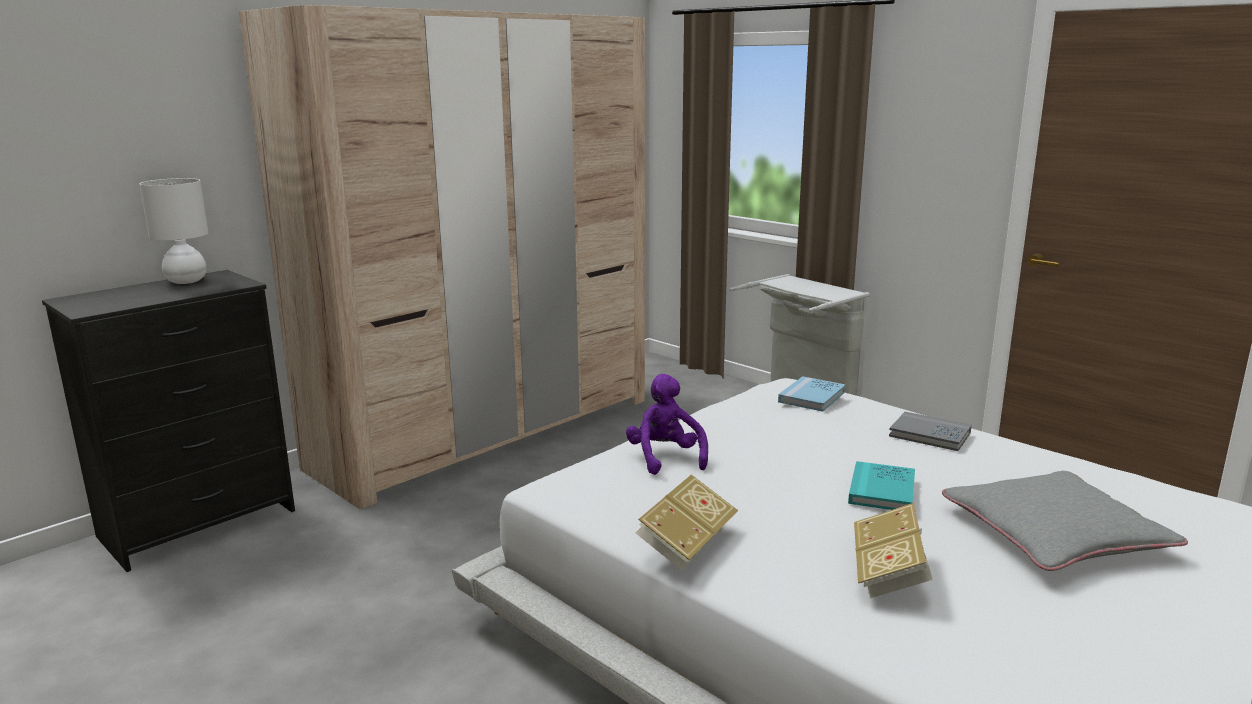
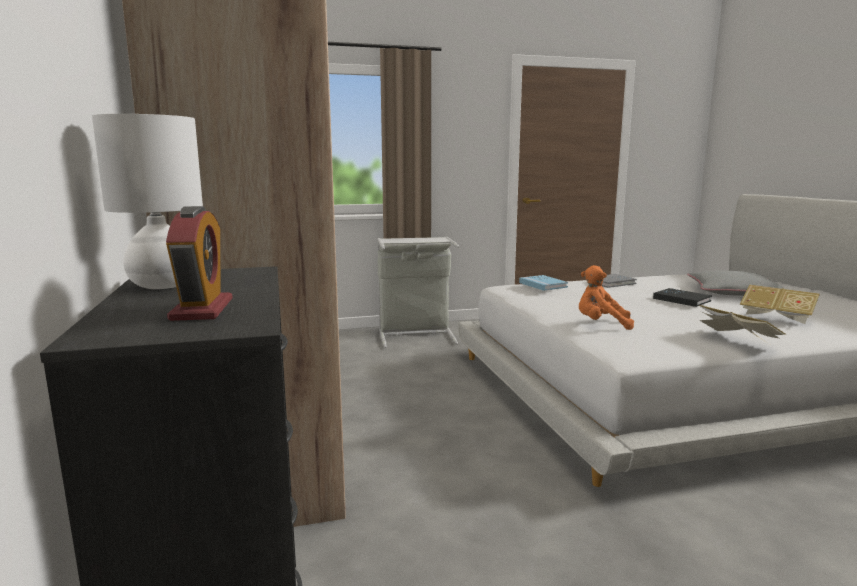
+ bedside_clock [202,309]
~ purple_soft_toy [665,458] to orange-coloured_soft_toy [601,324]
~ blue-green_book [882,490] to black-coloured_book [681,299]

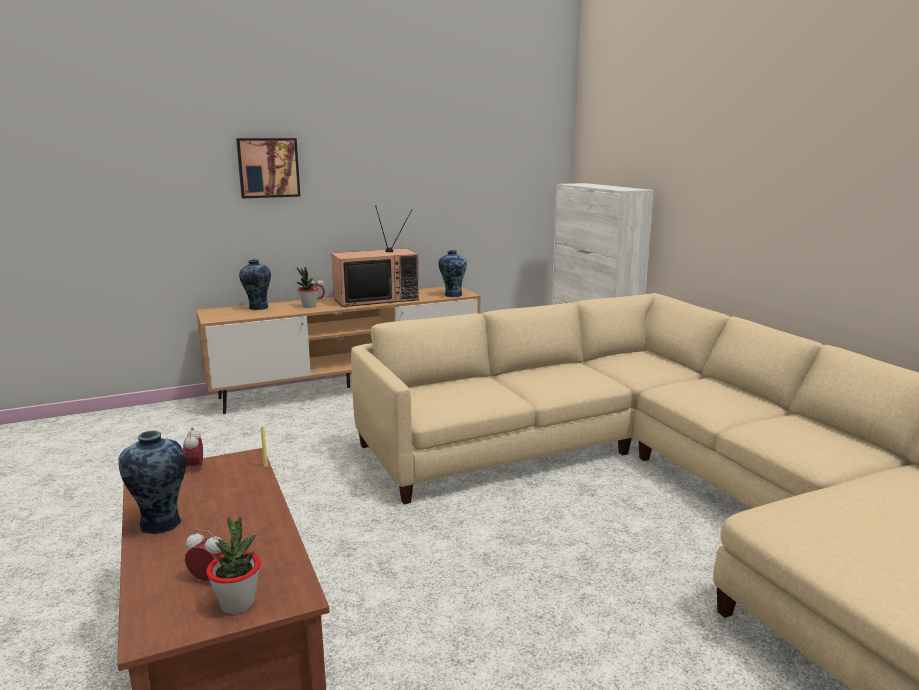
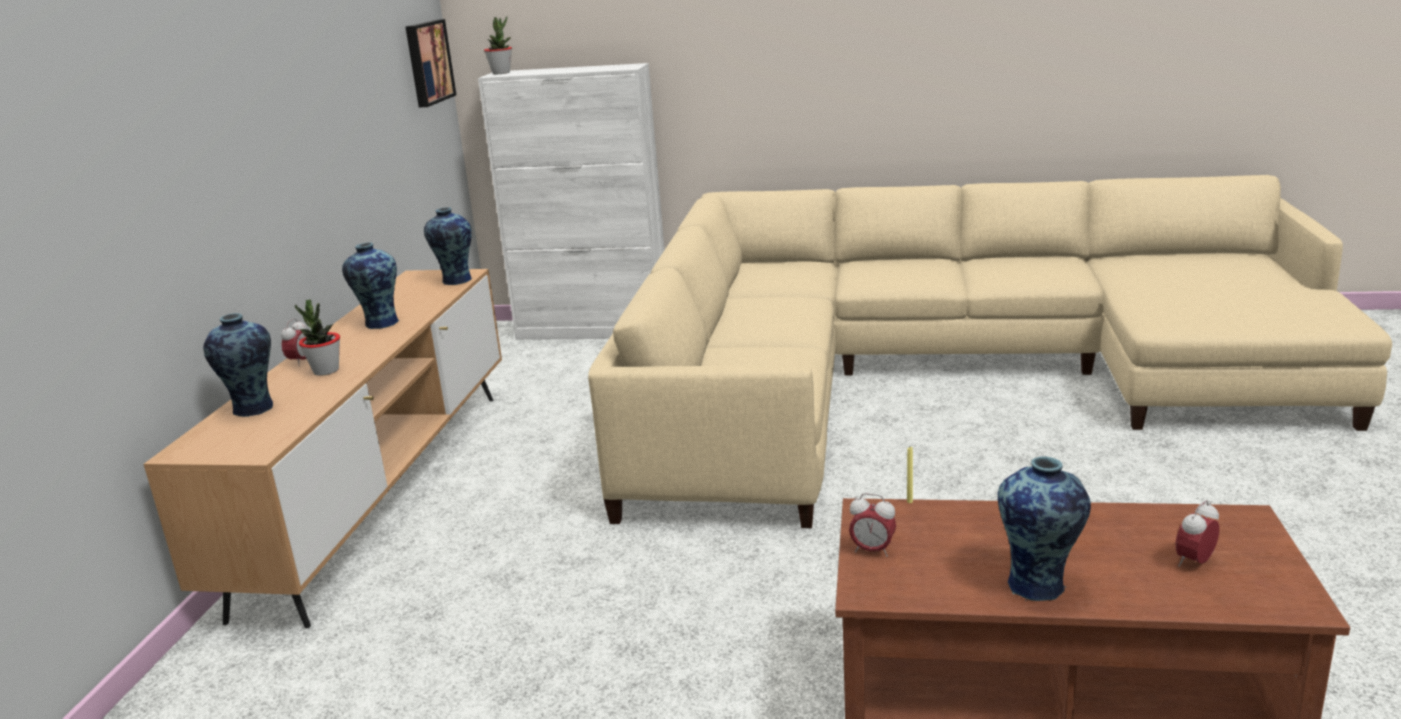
~ television [377,299] to vase [380,323]
~ wall_picture [268,167] to [427,62]
~ houseplant [238,604] to [501,73]

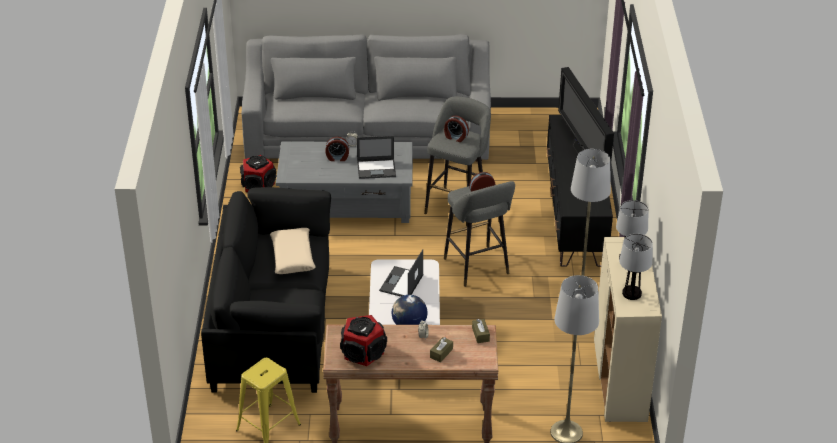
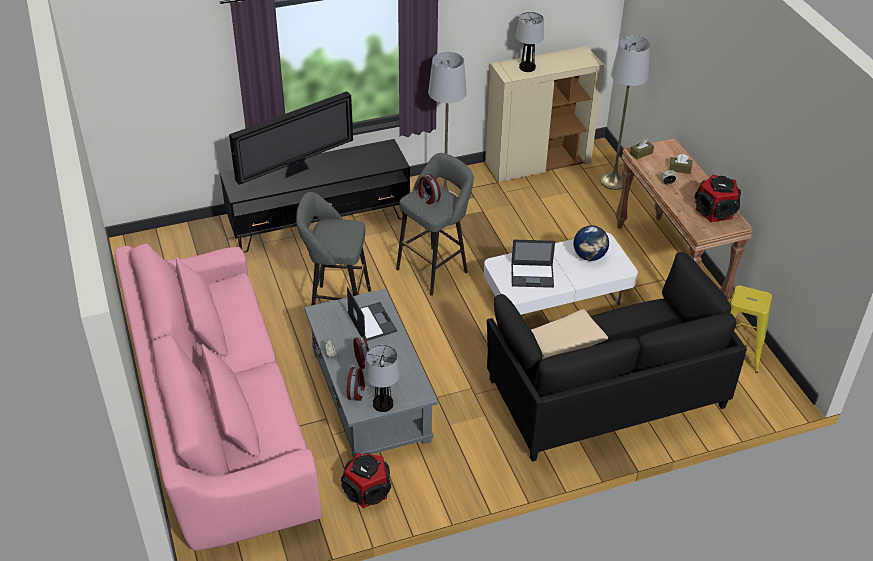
~ grey_couch [368,135] to pink_couch [219,415]
~ bedside_clock [455,137] to [356,392]
~ lamp_for_a_table [632,293] to [382,404]

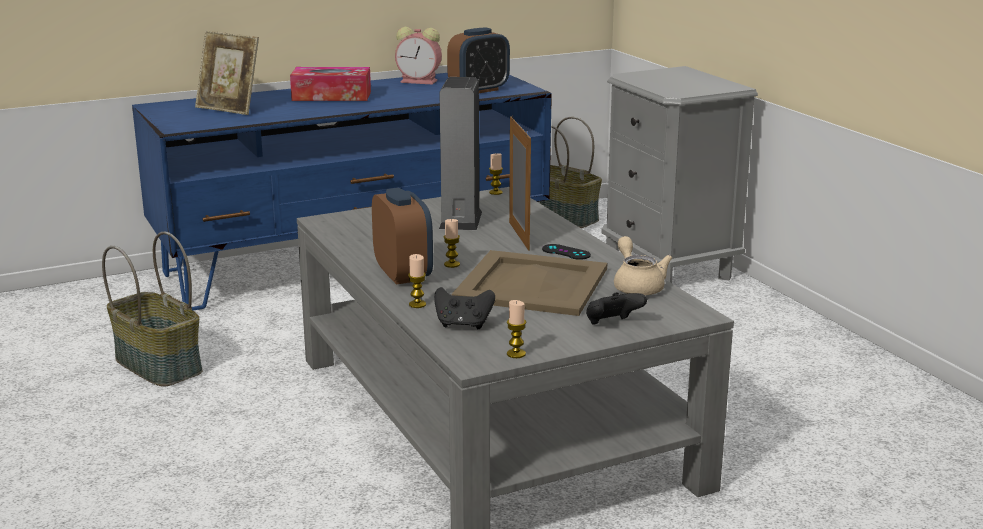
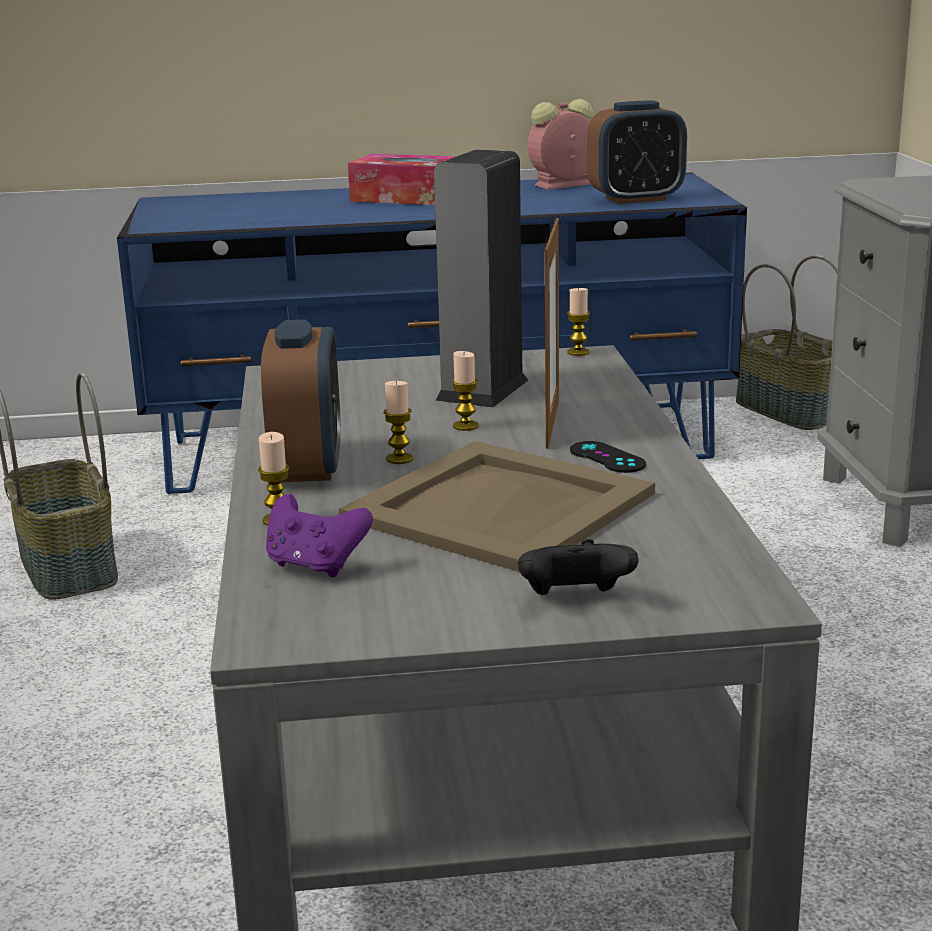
~ black-coloured_gamepad [463,325] to purple_gamepad [315,565]
~ wax_candle [516,354] to [465,426]
~ bedside_clock [420,81] = [561,185] 120 degrees clockwise
- picture_frame [229,109]
- beige-coloured_pot_for_tea [637,286]

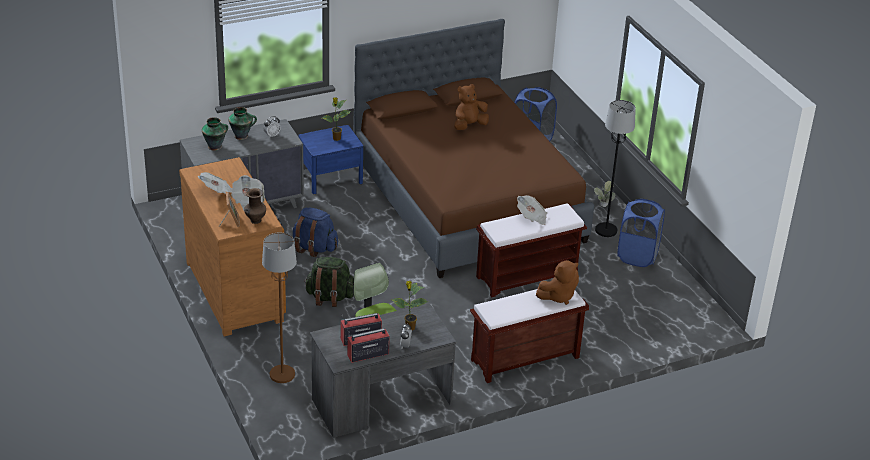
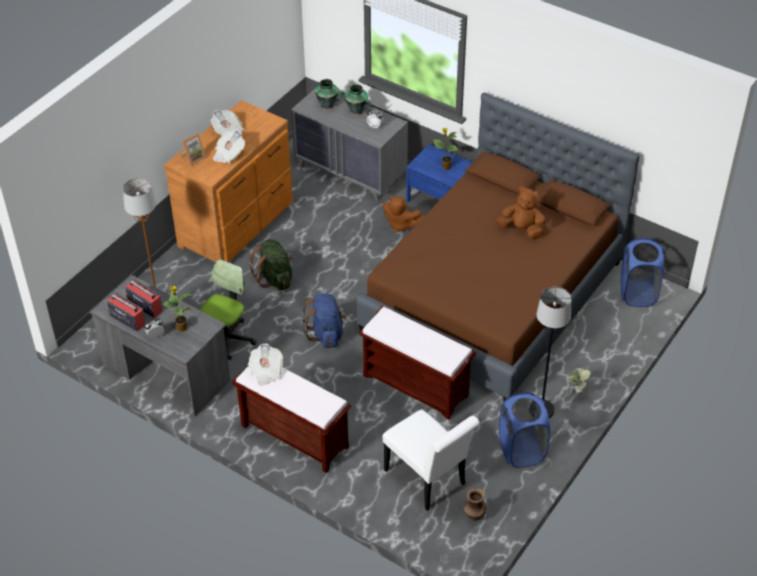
~ daily_paper [531,217] to [266,371]
~ bluish_rucksack [314,248] to [326,334]
~ brownish_soft_toy [558,296] to [401,225]
+ white-coloured_chair [428,480]
~ brownish_vase [255,221] to [473,516]

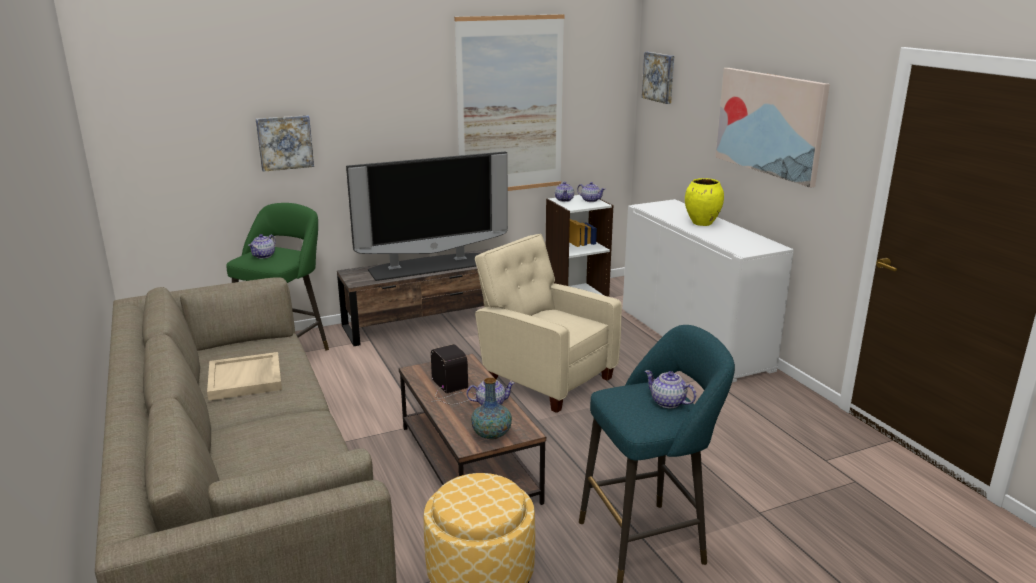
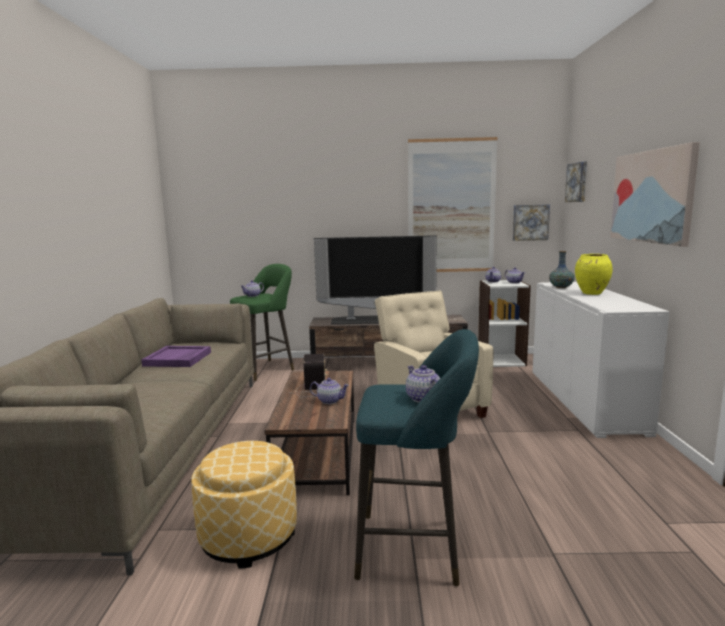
~ beige-coloured_carrying_tray [246,379] to purple_carrying_tray [178,359]
~ wall_picture [284,142] to [530,222]
~ vase [491,435] to [561,287]

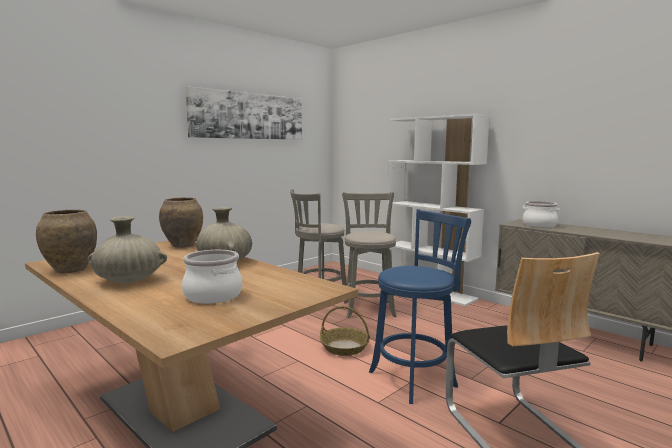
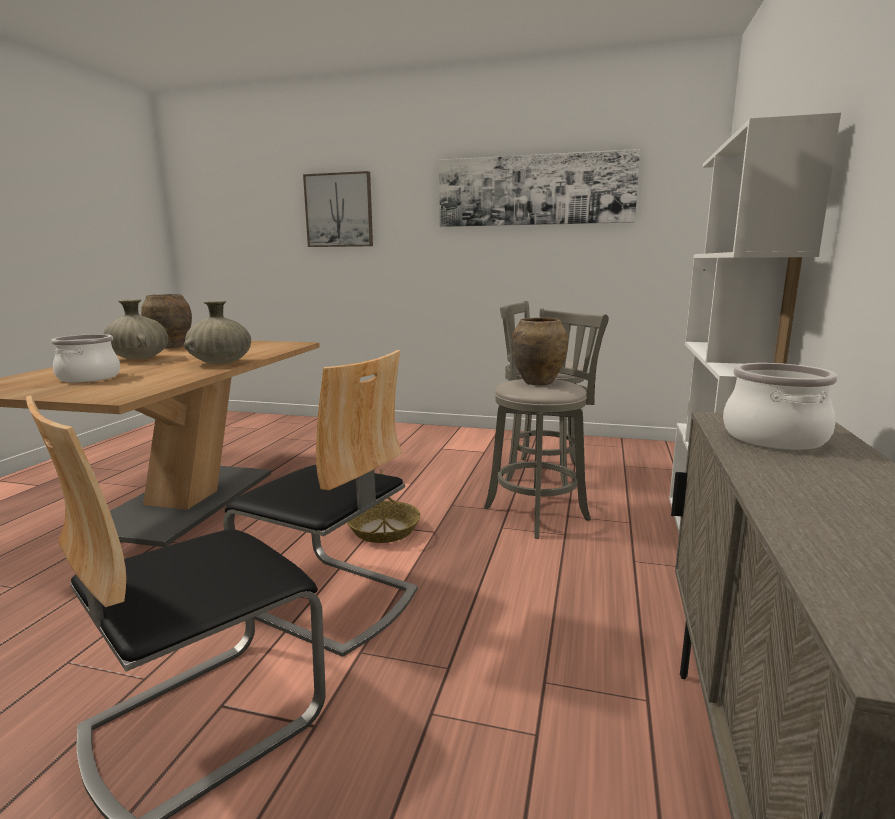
~ bluish_stool_seat [416,378] to chair [329,600]
+ wall_picture [339,210]
~ brownish_vase [183,245] to [538,383]

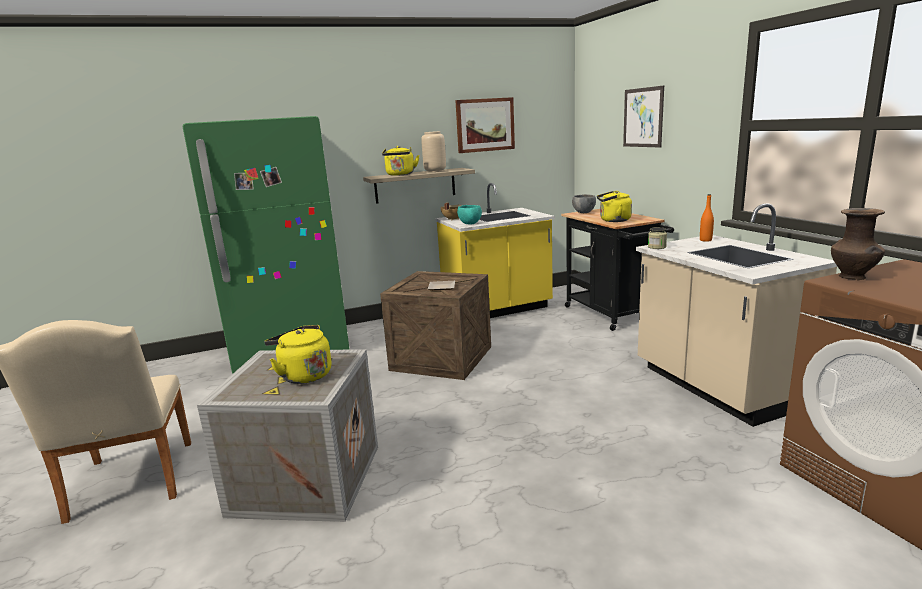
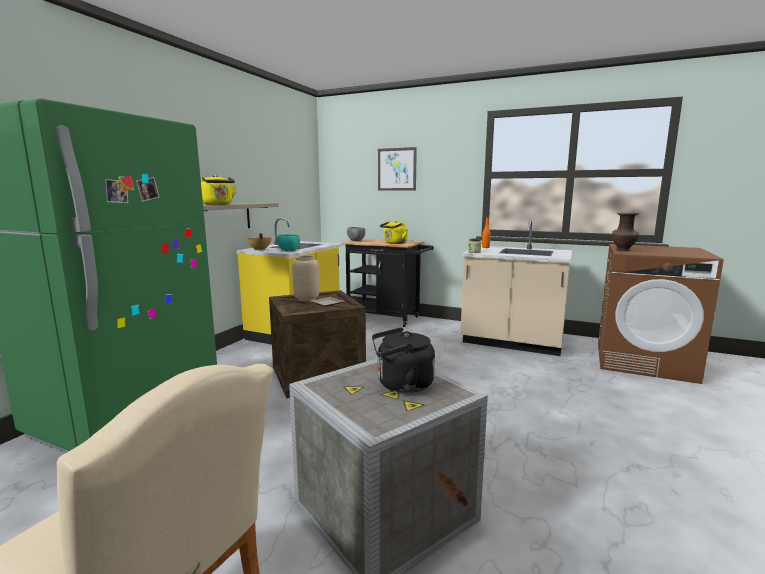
~ beige-coloured_vase [435,171] to [306,299]
~ yellow-coloured_kettle [303,375] to black-coloured_kettle [401,385]
- wall_picture [485,125]

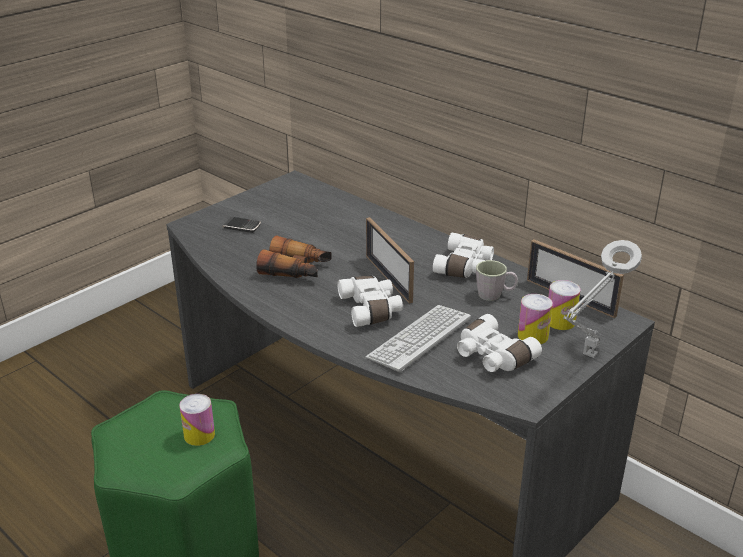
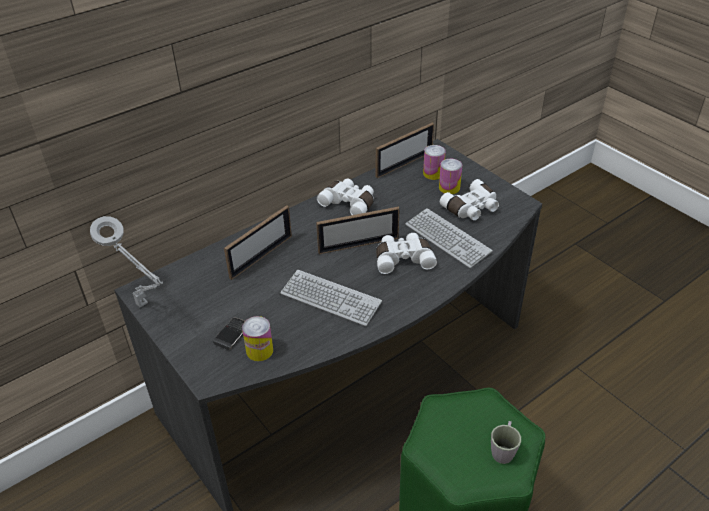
~ grey_lamp_for_a_table [588,357] to [144,306]
+ picture_frame [261,256]
~ can [199,435] to [259,351]
~ binoculars [296,270] to computer_keyboard [330,299]
~ grey_mug [495,295] to [503,450]

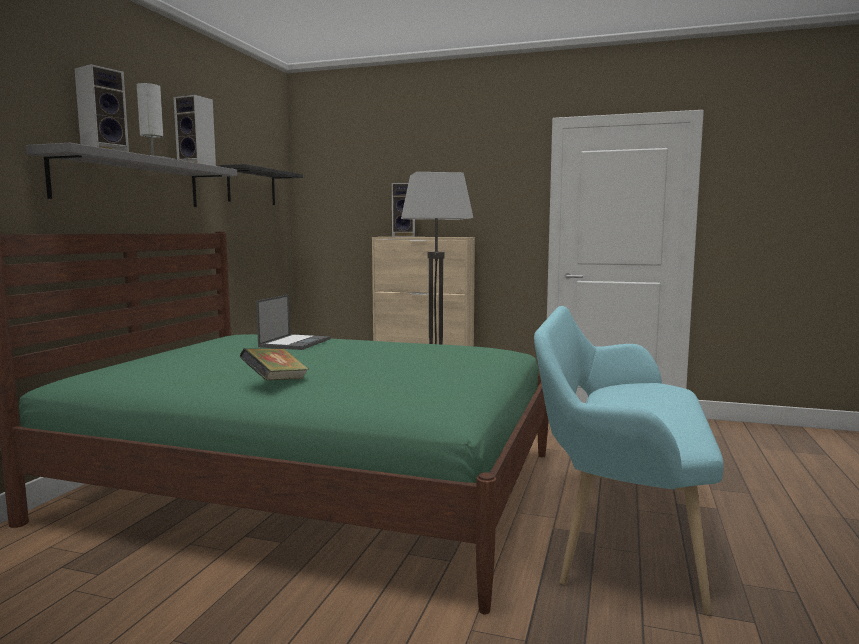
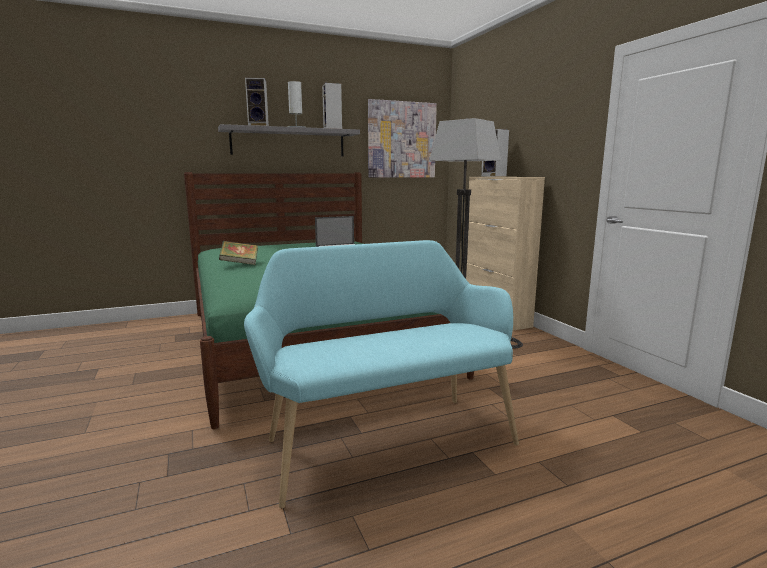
~ black-coloured_shelf [251,186] to wall_picture [401,140]

